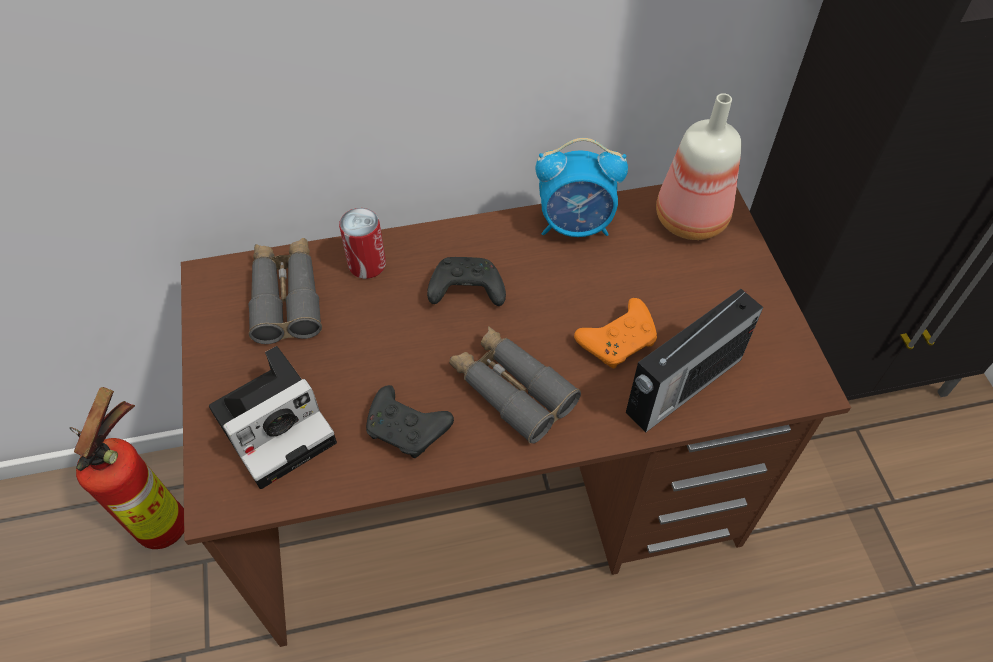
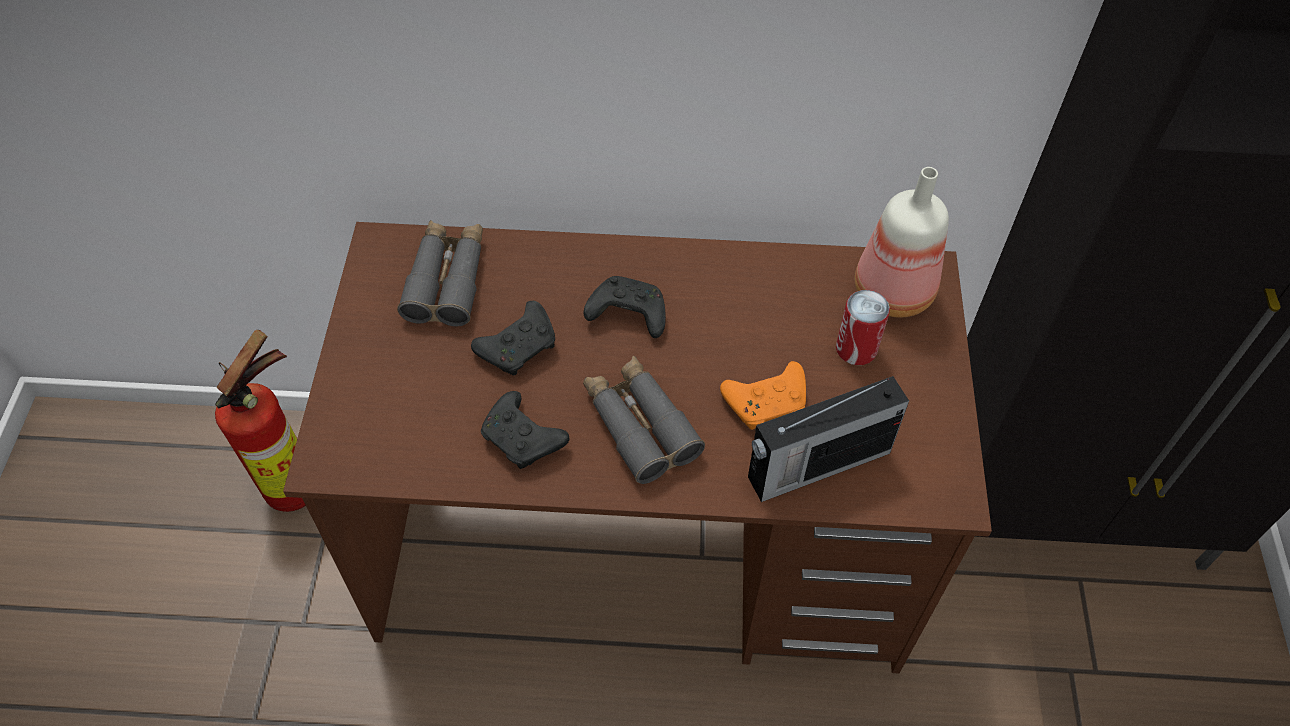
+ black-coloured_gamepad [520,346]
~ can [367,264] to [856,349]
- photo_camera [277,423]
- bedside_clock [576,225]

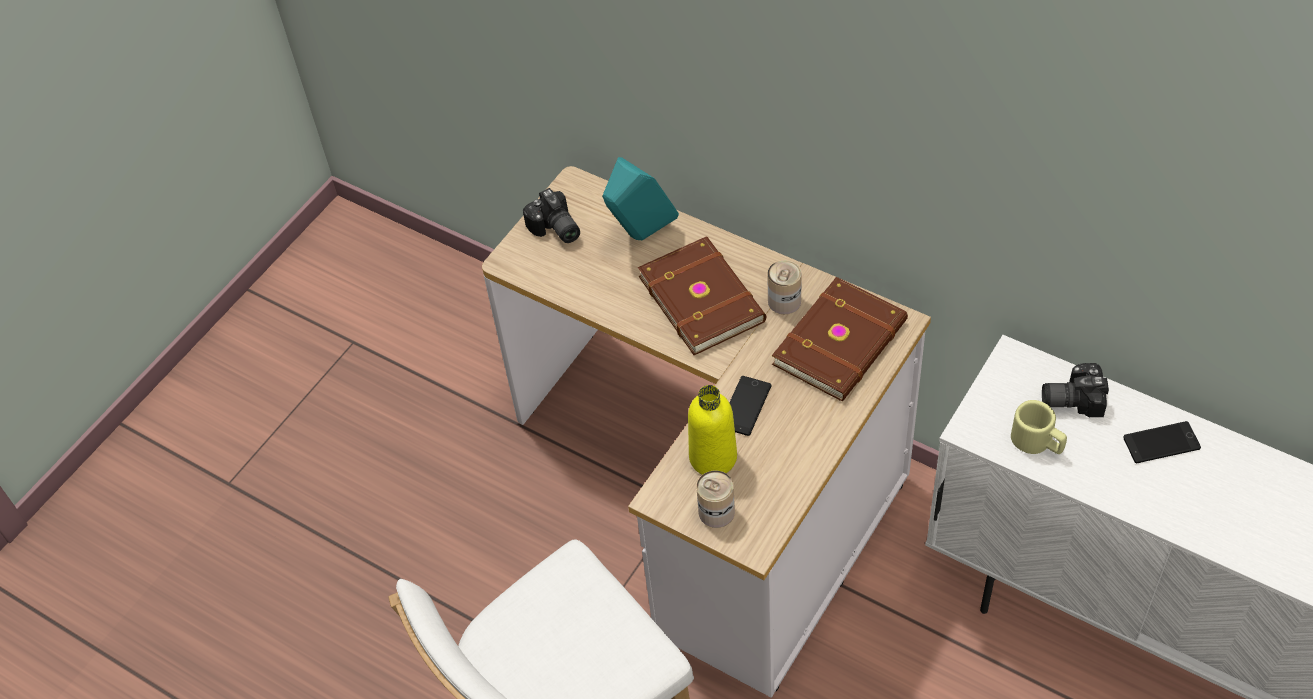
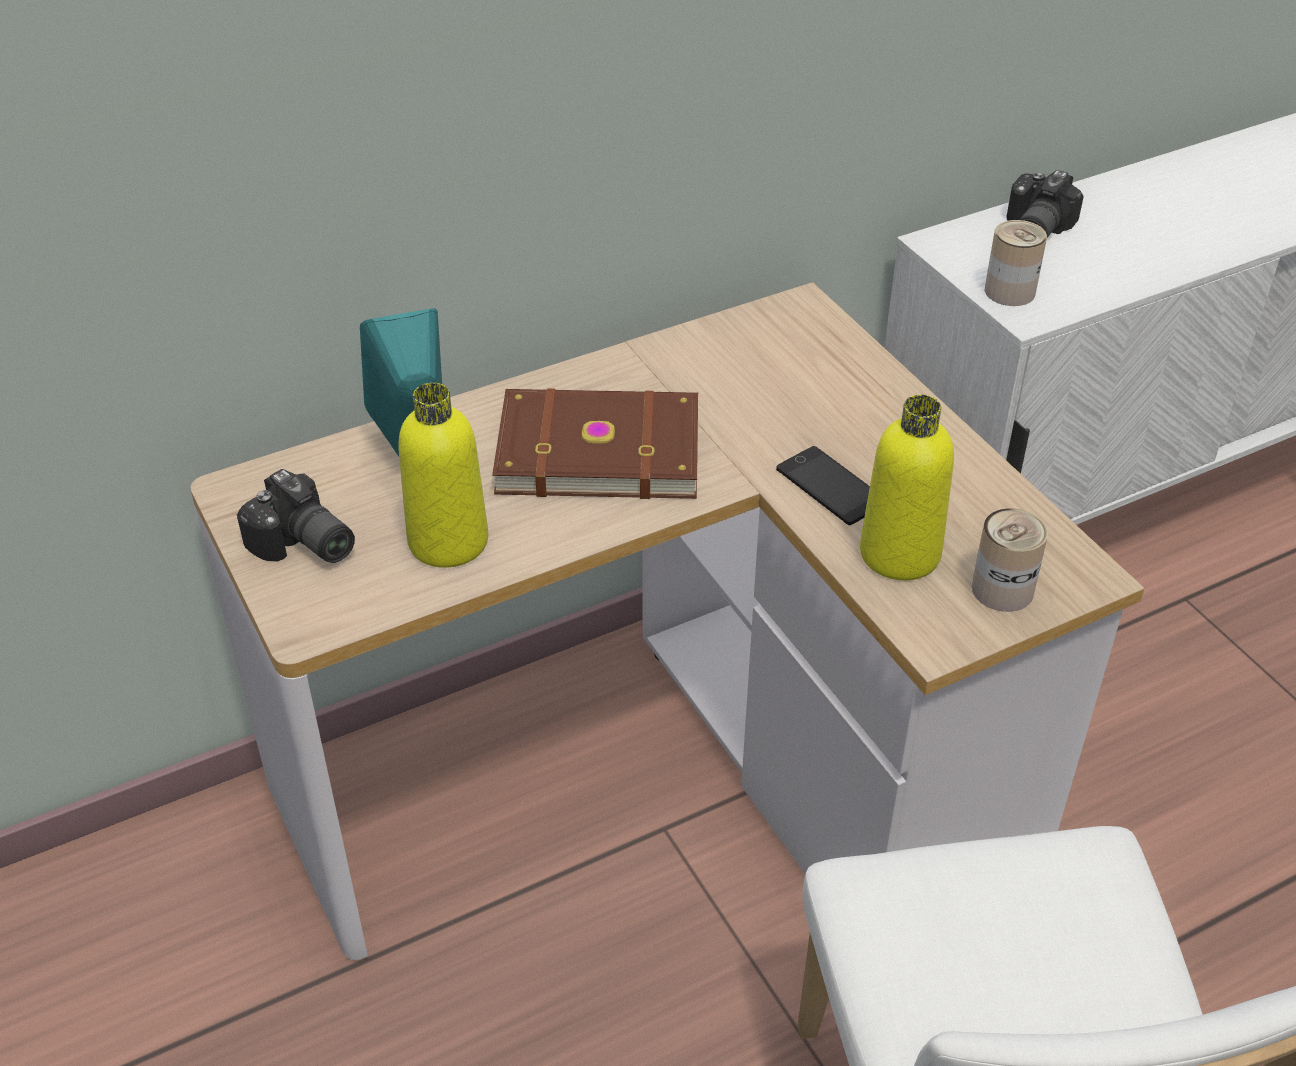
~ photo_camera [554,229] = [302,546] 45 degrees clockwise
+ yellow-coloured_drink_bottle [448,541]
~ can [784,301] to [1009,291]
- brownish_book [842,343]
- beige-coloured_mug [1037,442]
- phone [1161,443]

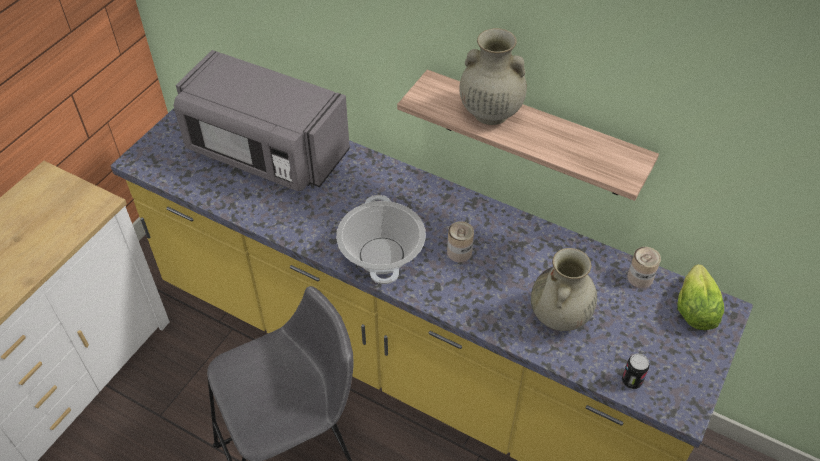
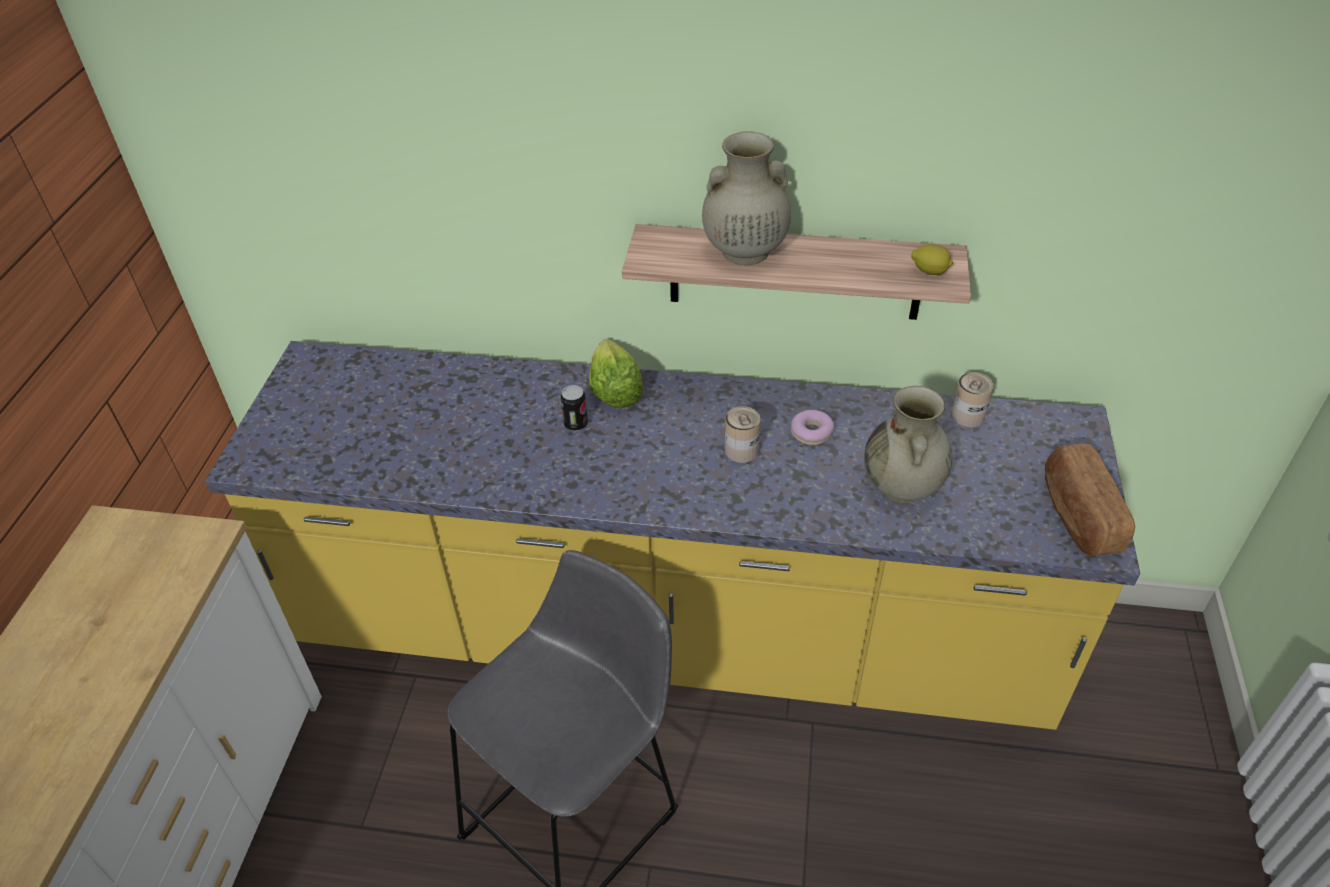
~ can [631,381] to [576,424]
~ lettuce_head [694,309] to [614,390]
+ doughnut [811,432]
+ whole_lemon [930,271]
+ baked_bread [1078,515]
- grey_microwave_oven [265,152]
- stockpot [382,255]

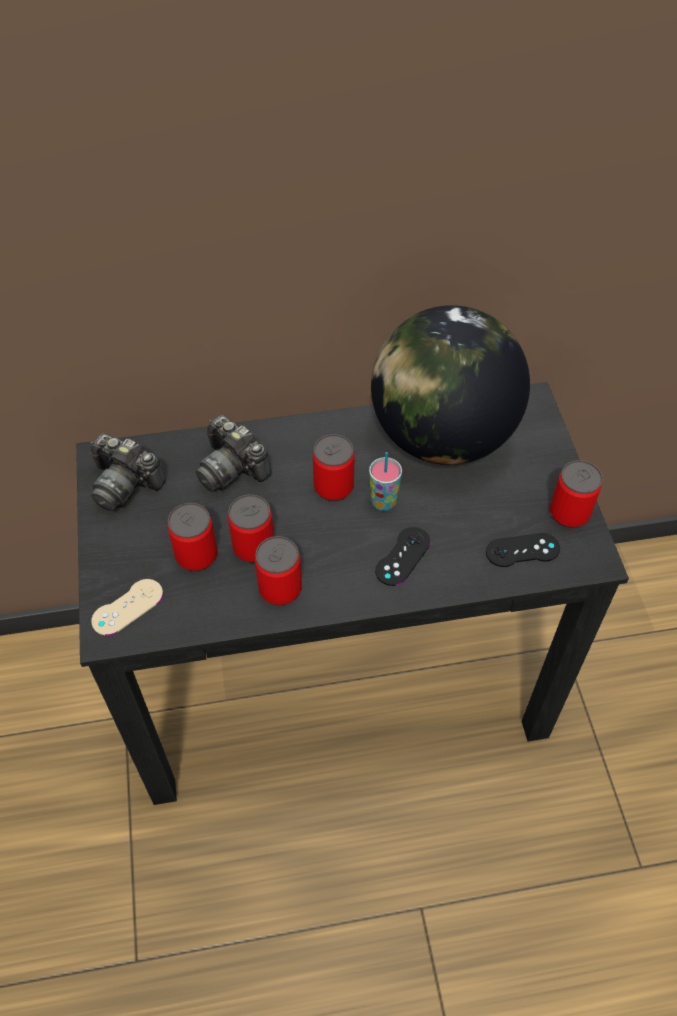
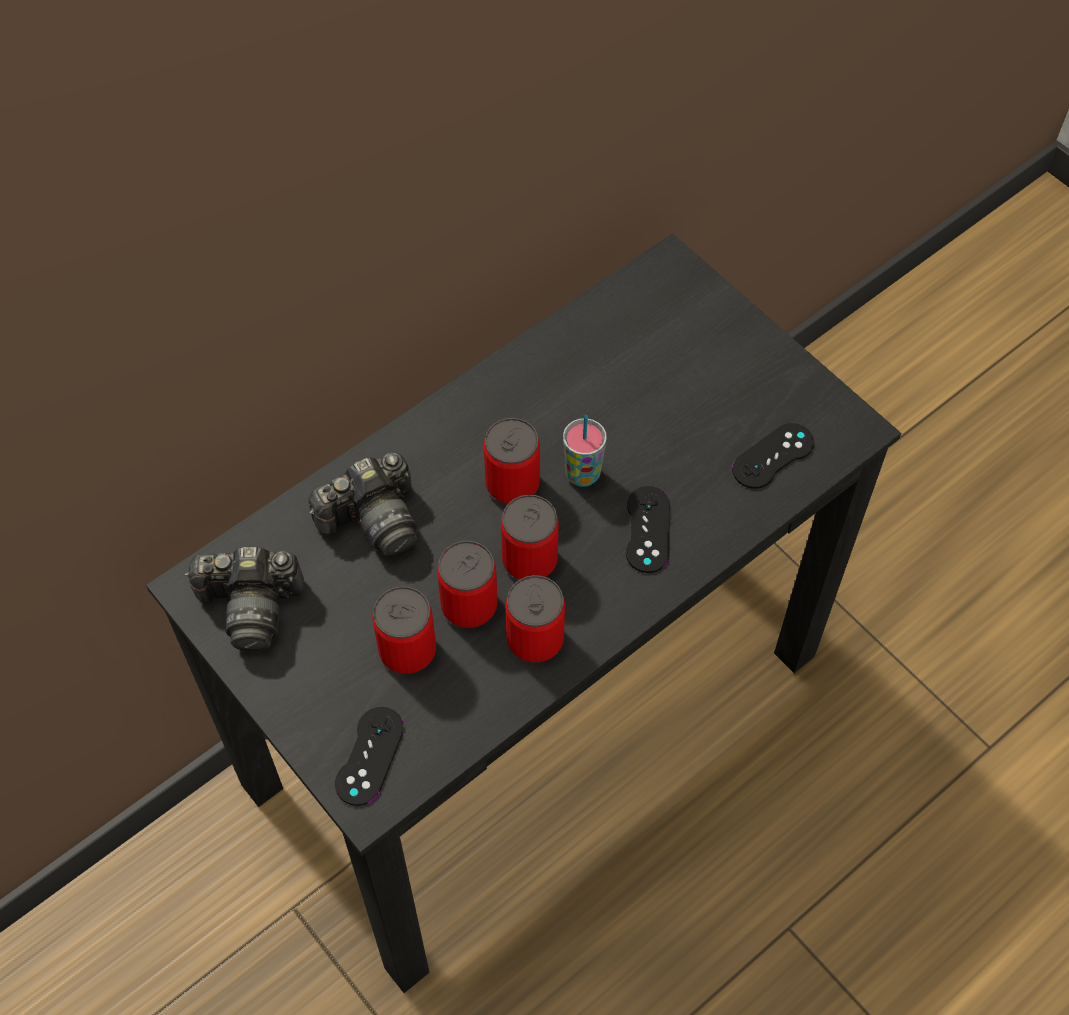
~ photo_camera [232,468] = [373,520] 45 degrees counterclockwise
~ beige-coloured_gamepad [127,607] to black-coloured_gamepad [369,756]
~ can [569,513] to [529,560]
- globe [442,436]

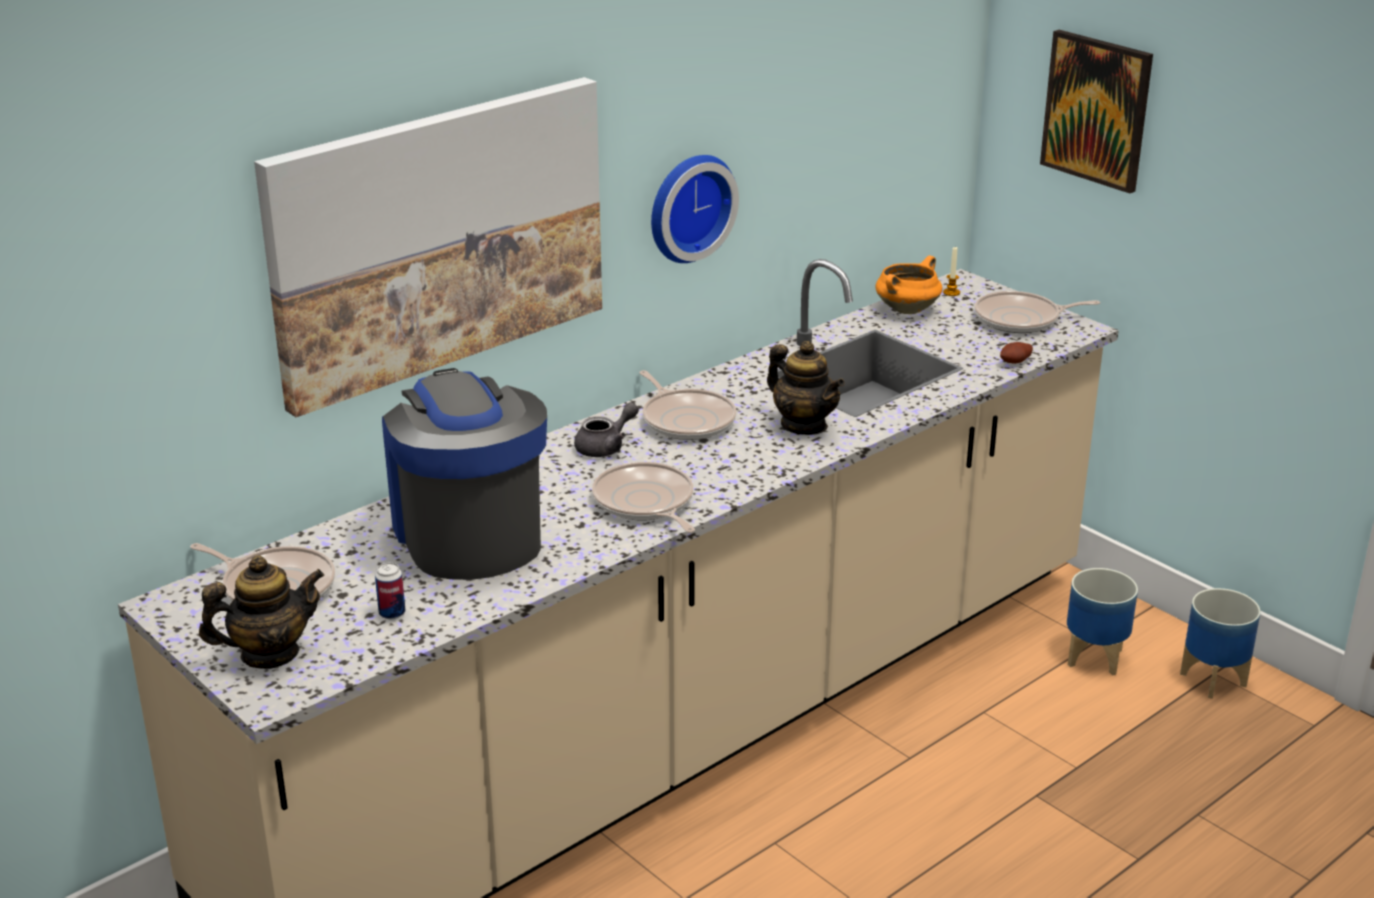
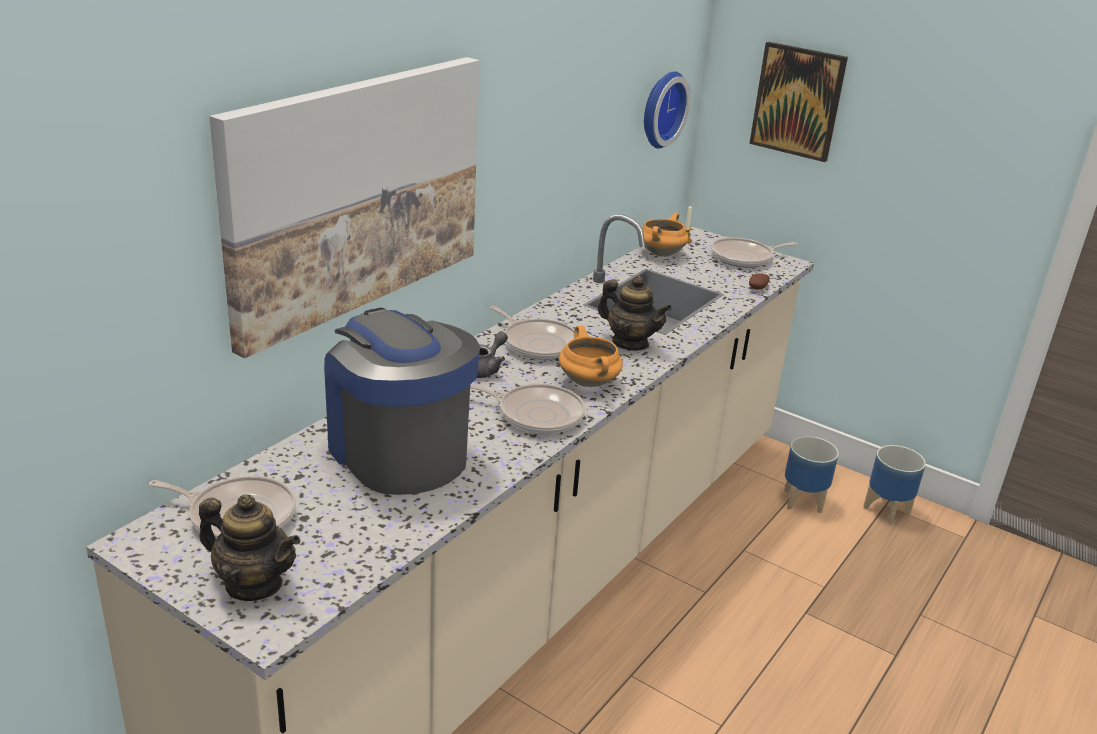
~ pot_for_tea [269,654] = [253,584] 60 degrees clockwise
~ frying_pan [645,503] = [536,414] 150 degrees clockwise
+ orange-coloured_stockpot [590,383]
~ clock_on_the_wall [687,206] to [660,108]
- can [392,613]

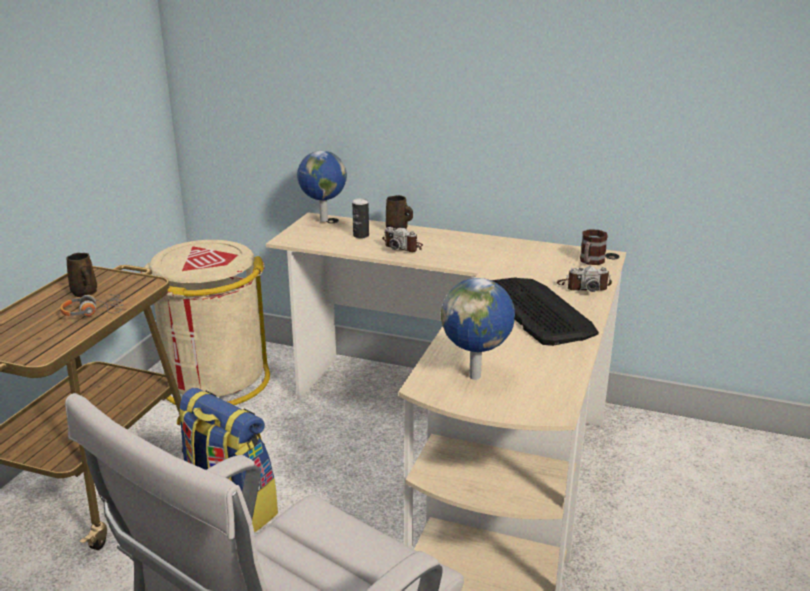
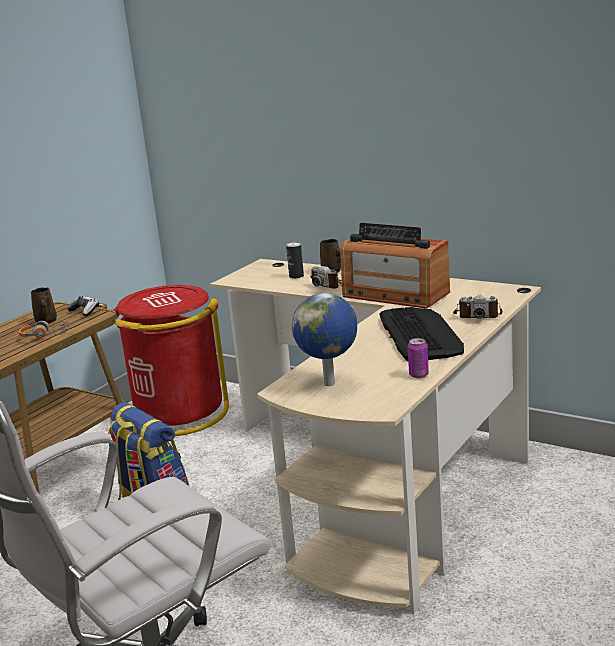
+ gamepad [85,311]
~ beige-coloured_trash_can [214,381] to red-coloured_trash_can [178,414]
+ radio_set [395,295]
+ can [418,375]
- globe [322,220]
- mug [590,262]

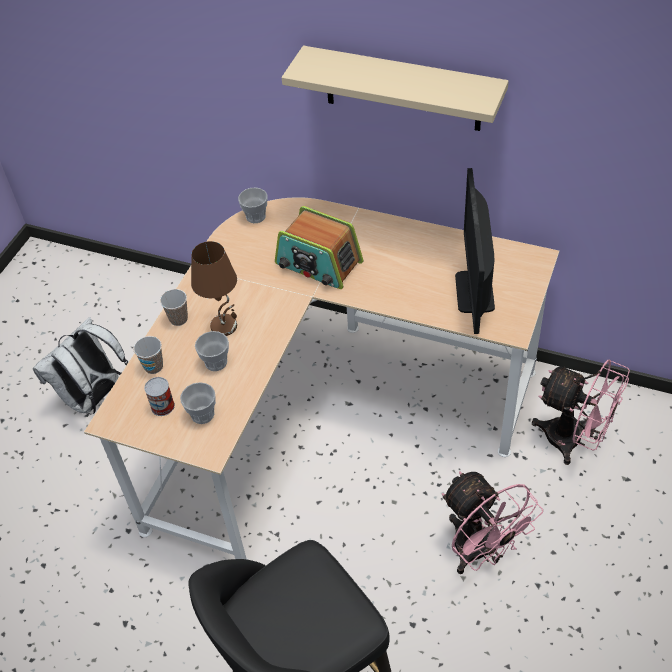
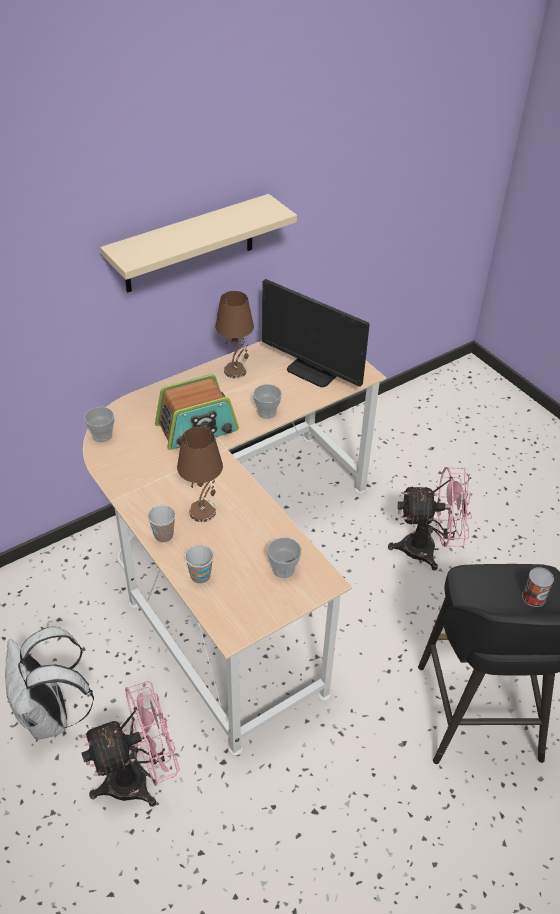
~ pink_cooling_fan [573,440] to [139,778]
+ brownish_lamp_for_a_table [235,370]
~ cup [216,362] to [267,412]
~ can [162,406] to [534,597]

